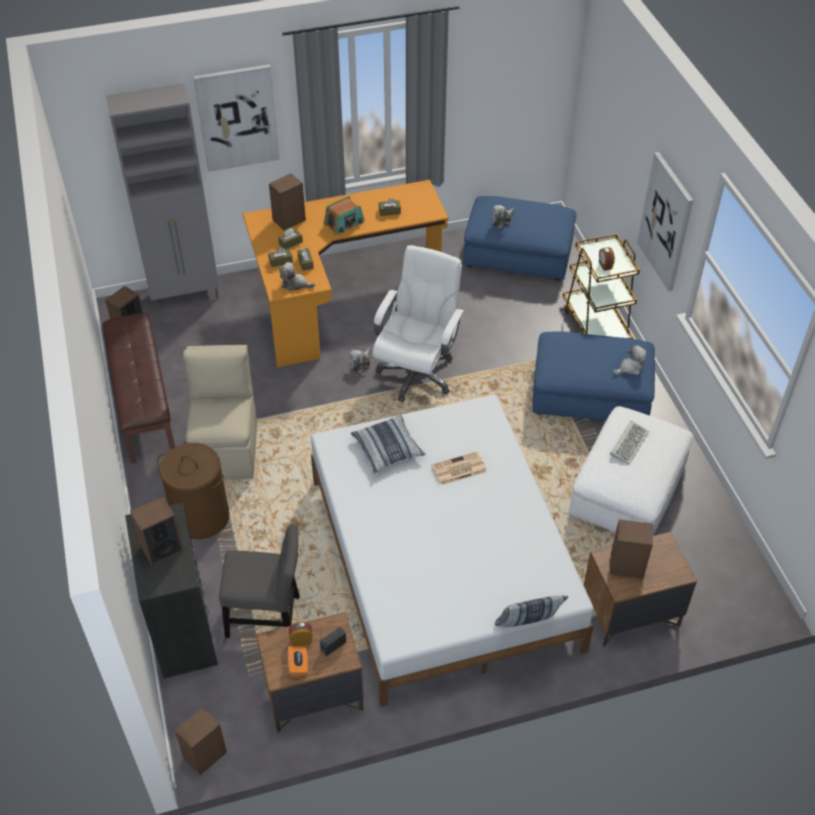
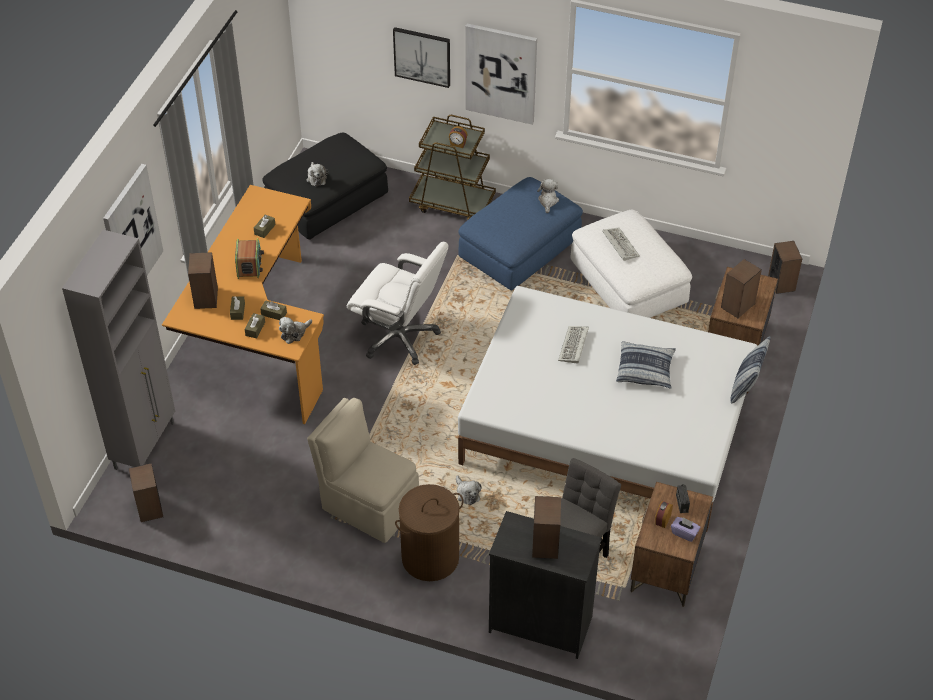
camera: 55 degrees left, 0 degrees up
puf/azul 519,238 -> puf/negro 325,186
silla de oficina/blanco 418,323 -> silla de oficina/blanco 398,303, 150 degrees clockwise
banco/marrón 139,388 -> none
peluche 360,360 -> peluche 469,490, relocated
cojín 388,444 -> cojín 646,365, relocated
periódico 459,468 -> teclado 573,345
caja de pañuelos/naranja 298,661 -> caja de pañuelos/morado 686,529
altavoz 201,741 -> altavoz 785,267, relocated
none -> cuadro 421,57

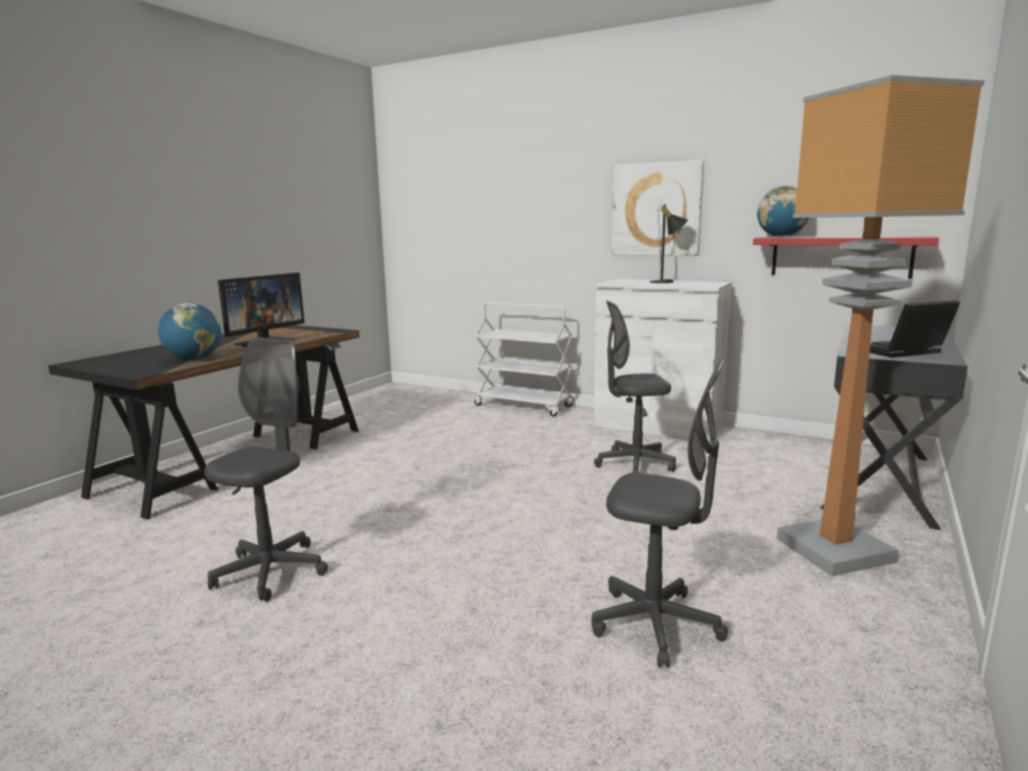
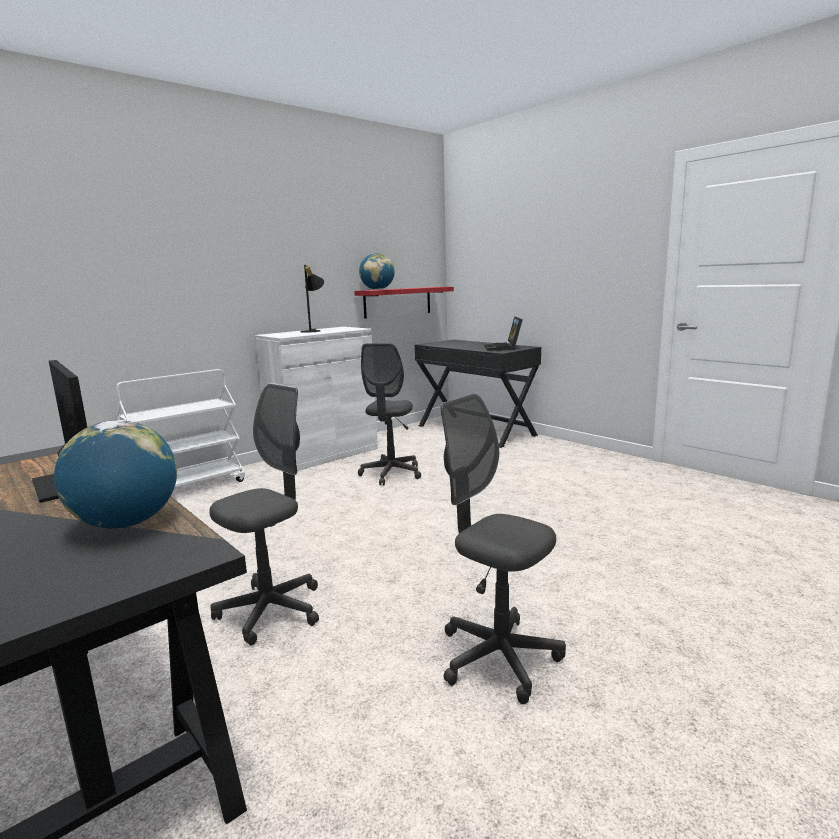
camera: 70 degrees left, 0 degrees up
lámpara de pie 880,325 -> none
cuadro 658,208 -> none
silla de oficina/gris 660,513 -> silla de oficina/gris 264,514, relocated

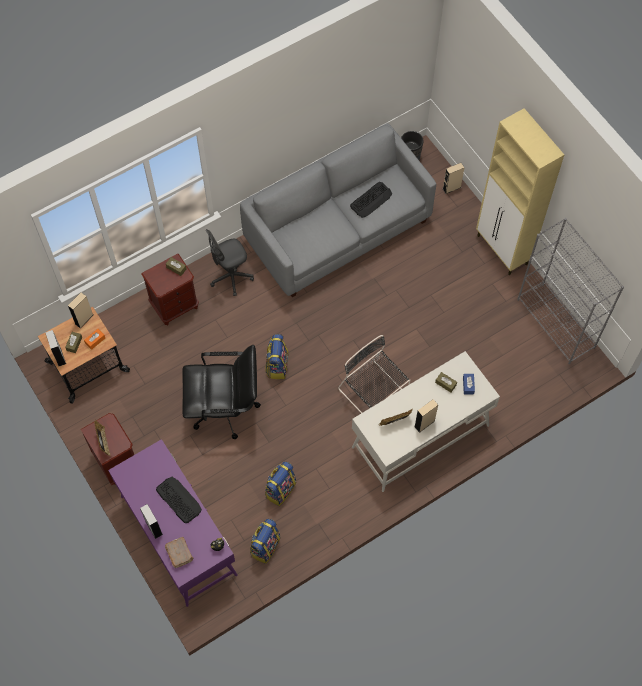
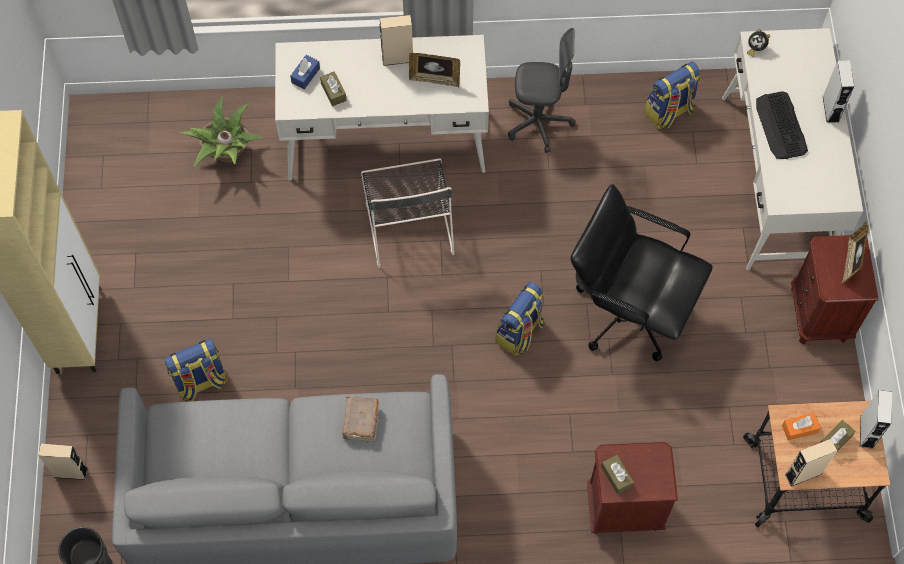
camera: 150 degrees left, 0 degrees up
teclado 371,200 -> none
estantería/gris 570,291 -> none
silla de oficina/gris 230,262 -> silla de oficina/gris 541,90, relocated
escritorio/morado 173,523 -> escritorio/blanco 792,149
mochila 280,484 -> mochila 195,369, relocated
libro/marrón 179,552 -> libro/marrón 360,419, relocated
none -> planta en maceta 221,131

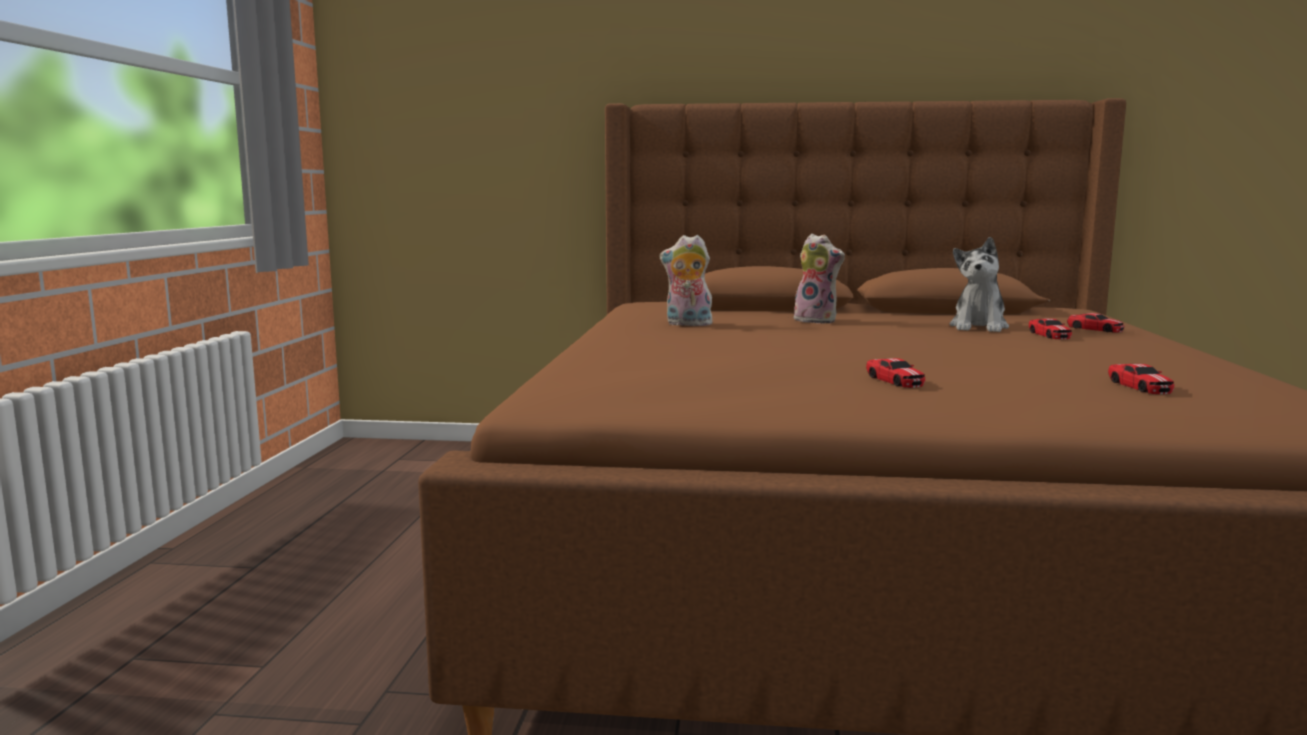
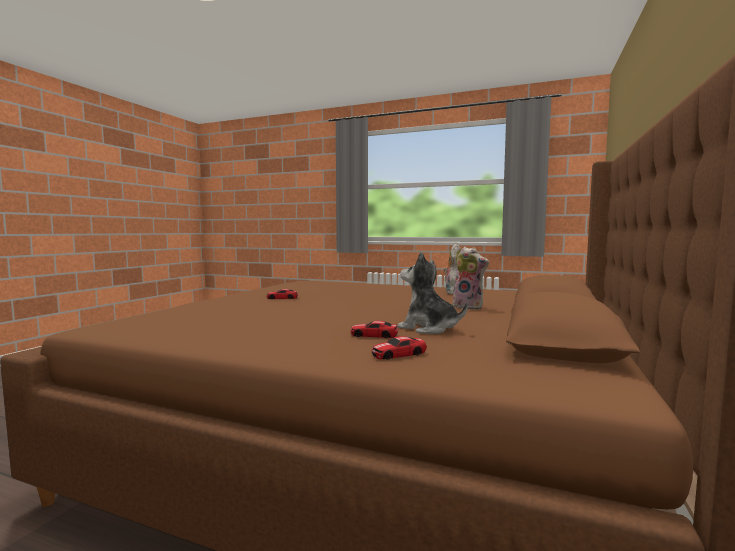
camera: 105 degrees right, 5 degrees down
peluche 817,279 -> peluche 470,278, 105 degrees counterclockwise
coche de juguete 1141,379 -> none

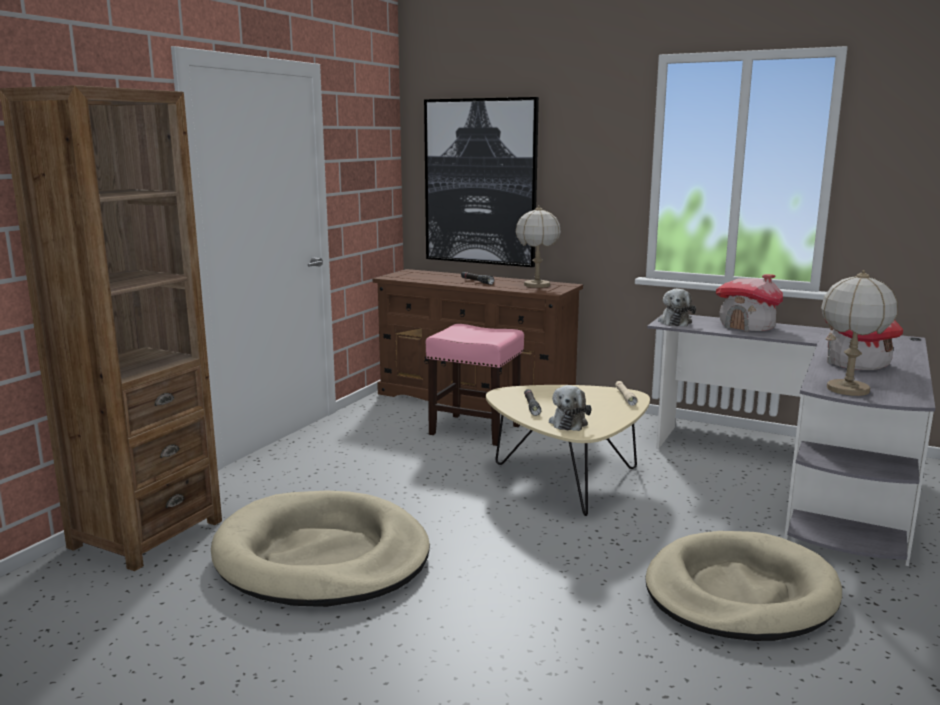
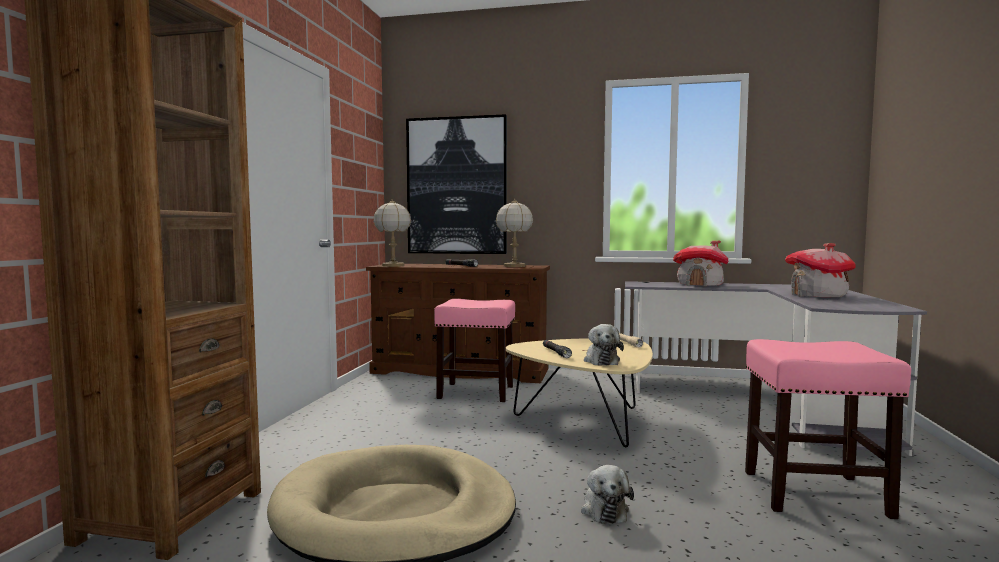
camera: 15 degrees left, 10 degrees down
lámpara de mesa 859,333 -> lámpara de mesa 392,233, relocated
peluche 677,308 -> peluche 607,494, relocated
cama para perro/beis 743,586 -> taburete/rosa 828,429

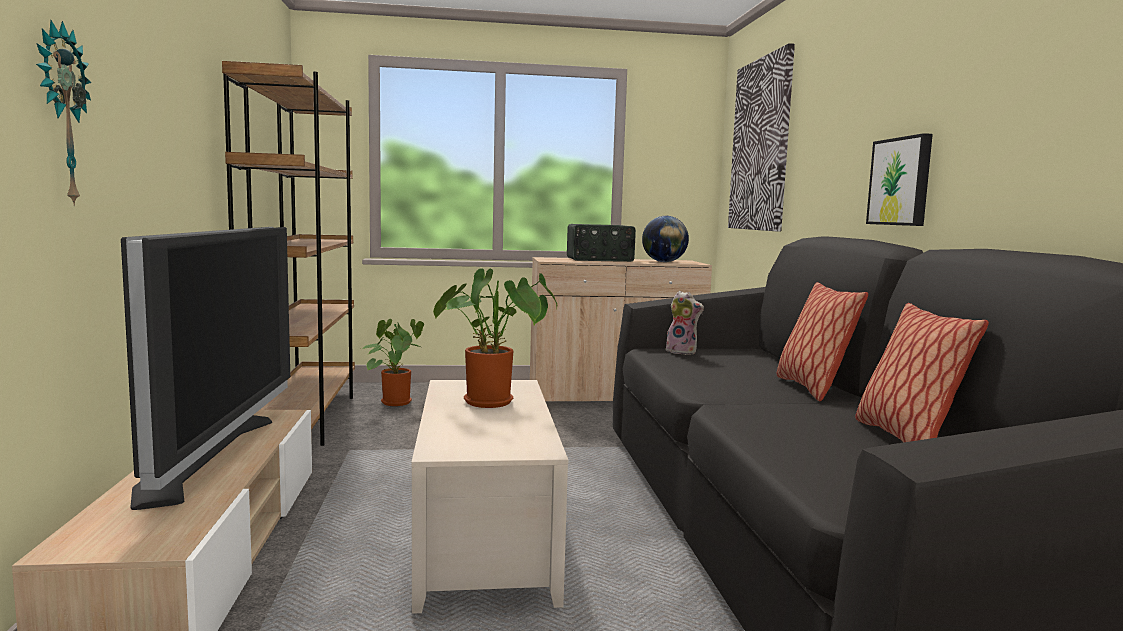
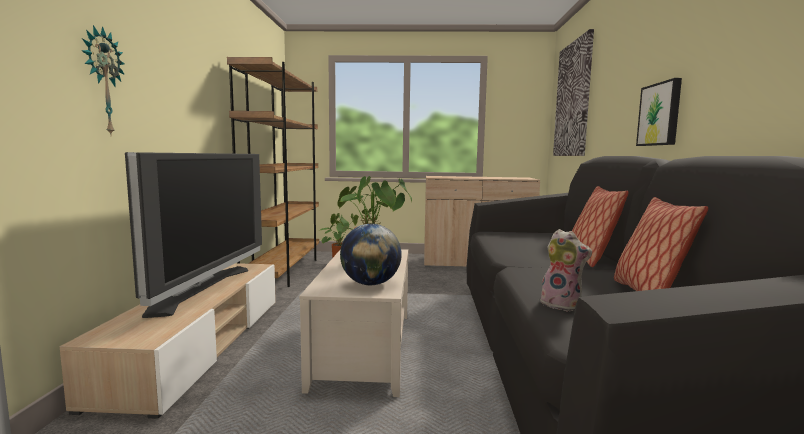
camera: 10 degrees right, 0 degrees up
globo terráqueo 665,239 -> globo terráqueo 371,254, relocated
radio 601,243 -> none
peluche 684,323 -> peluche 564,270, relocated

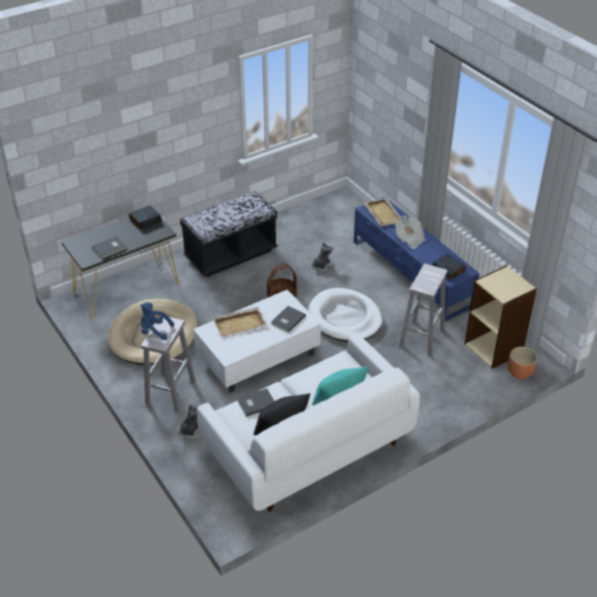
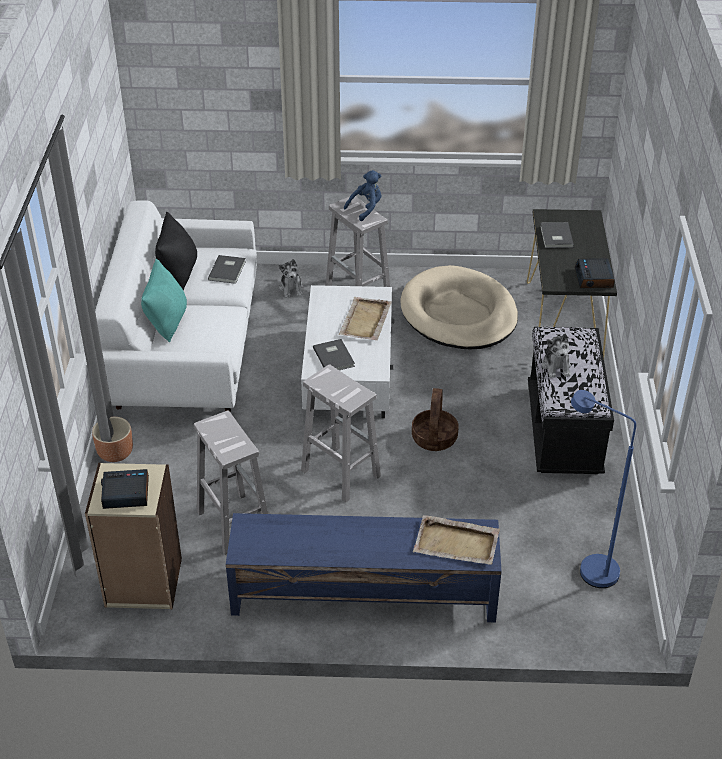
camera: 125 degrees right, 0 degrees up
periódico 410,232 -> none
peluche 322,257 -> peluche 556,356, relocated
despertador 449,267 -> despertador 125,489, relocated
cama para perro/blanco 345,315 -> taburete/blanco 341,433
maceta/marrón 522,363 -> maceta/marrón 112,439, relocated
none -> lámpara de pie/azul 603,489

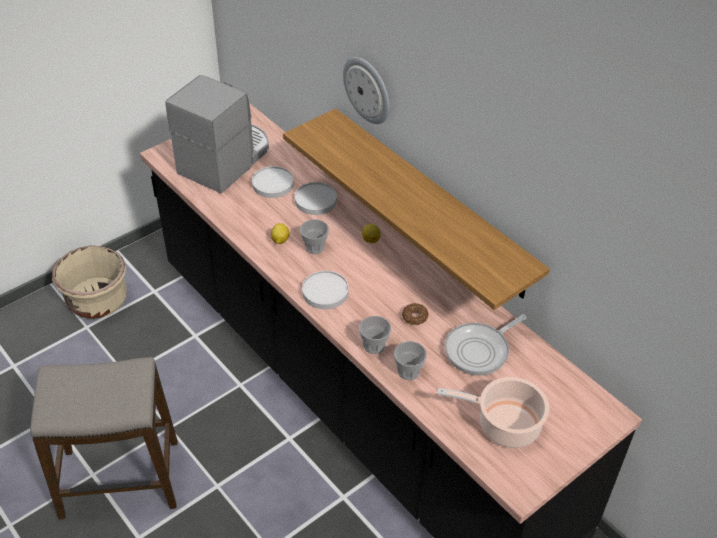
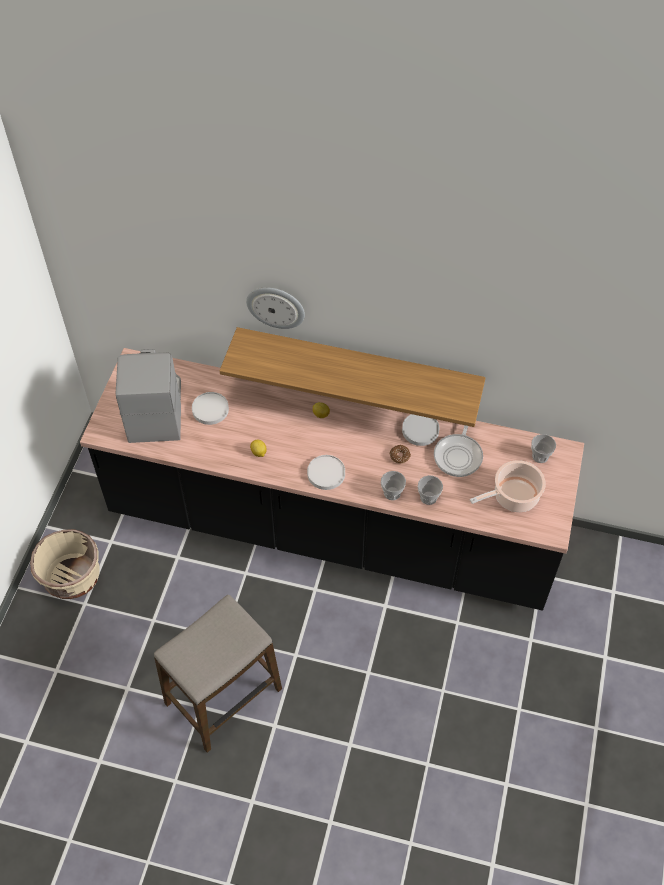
camera: 35 degrees left, 10 degrees up
plato/blanco 316,198 -> plato/blanco 420,430, relocated
taza 314,236 -> taza 543,448, relocated

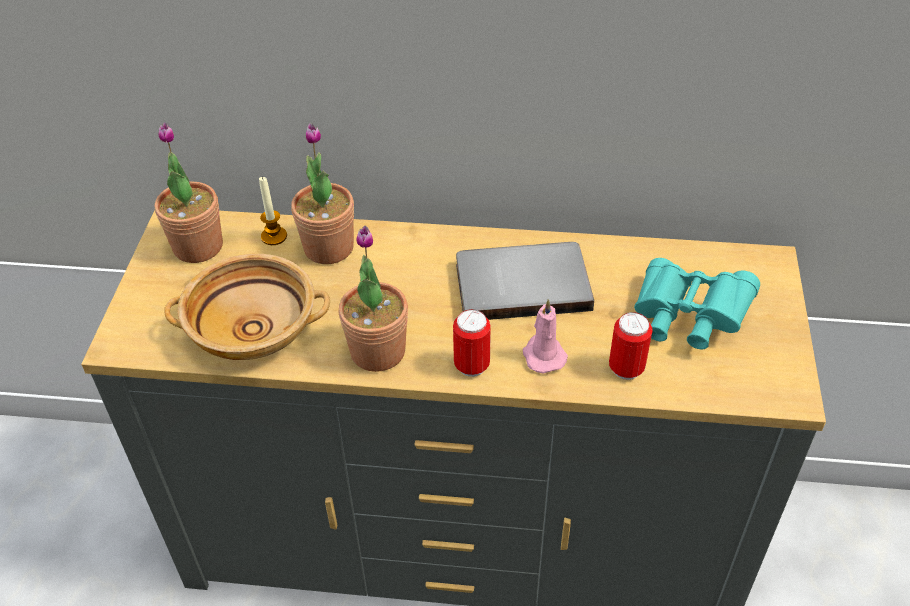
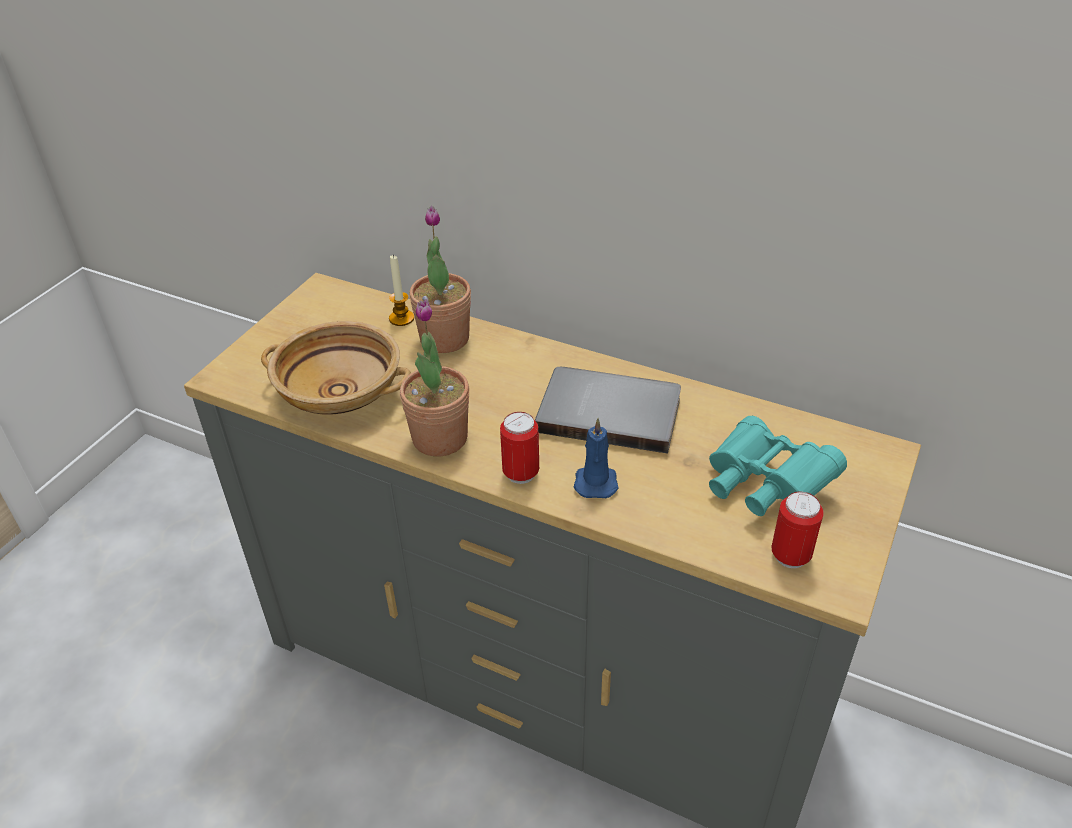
camera: 20 degrees right, 5 degrees down
planta en maceta 188,192 -> none
vela/rosa 545,336 -> vela/azul 596,458
lata 630,346 -> lata 797,529, relocated

